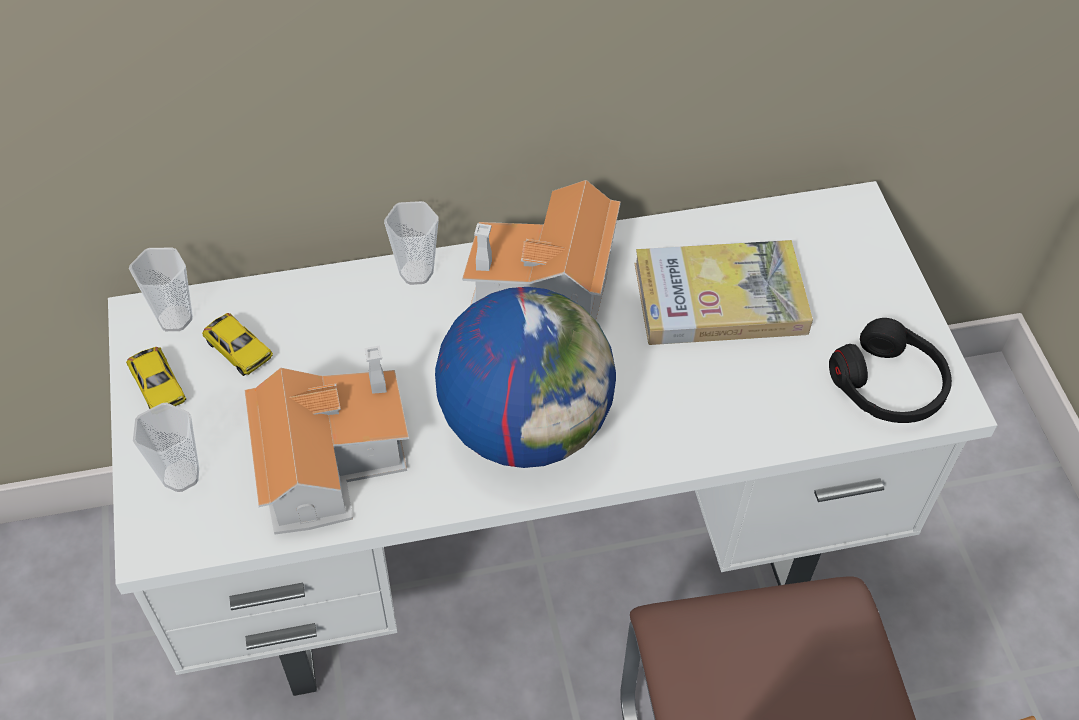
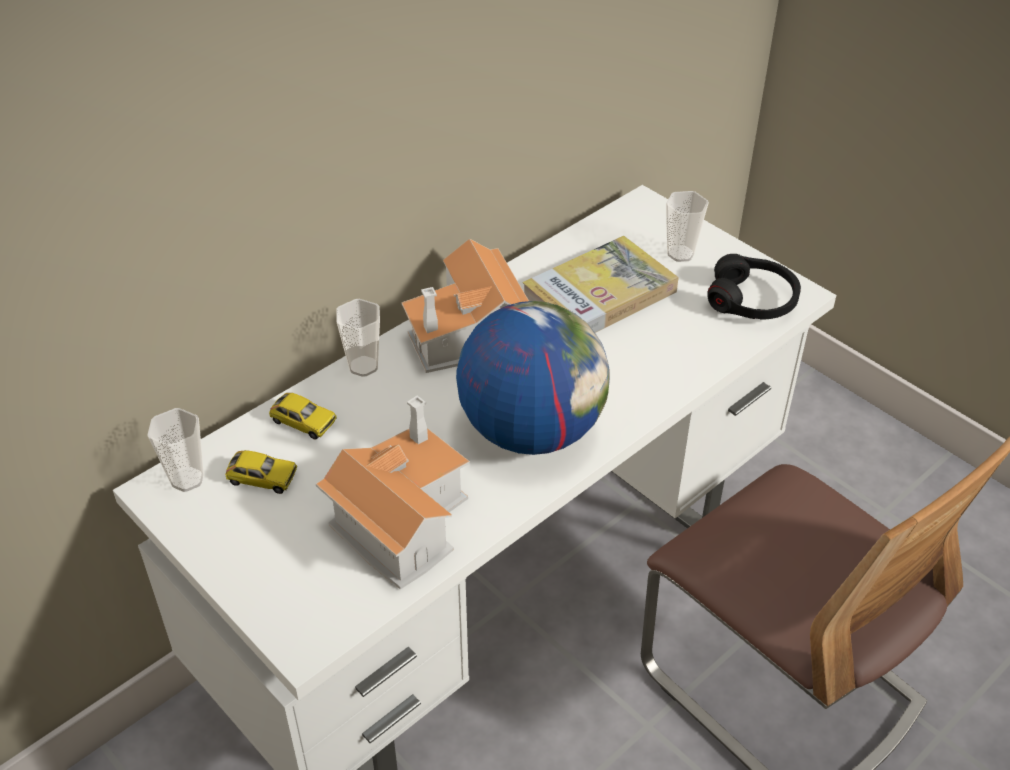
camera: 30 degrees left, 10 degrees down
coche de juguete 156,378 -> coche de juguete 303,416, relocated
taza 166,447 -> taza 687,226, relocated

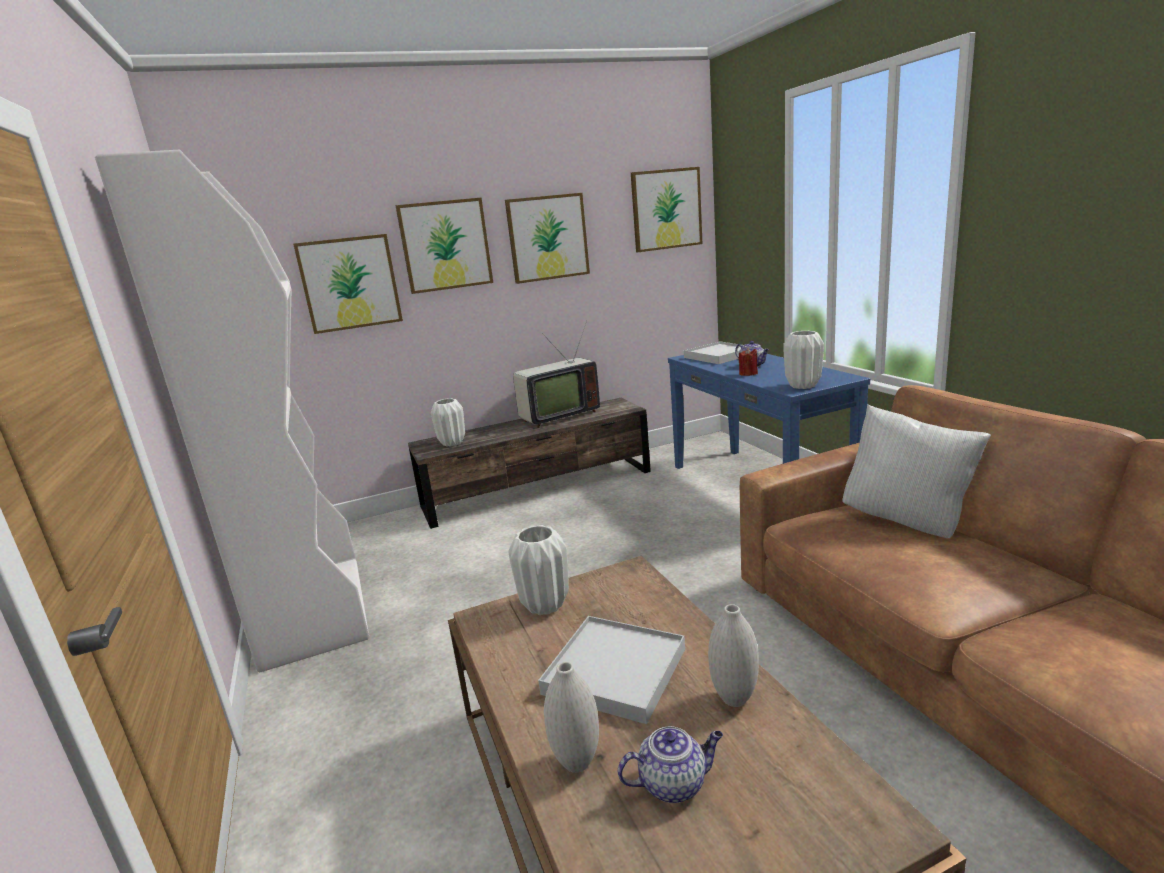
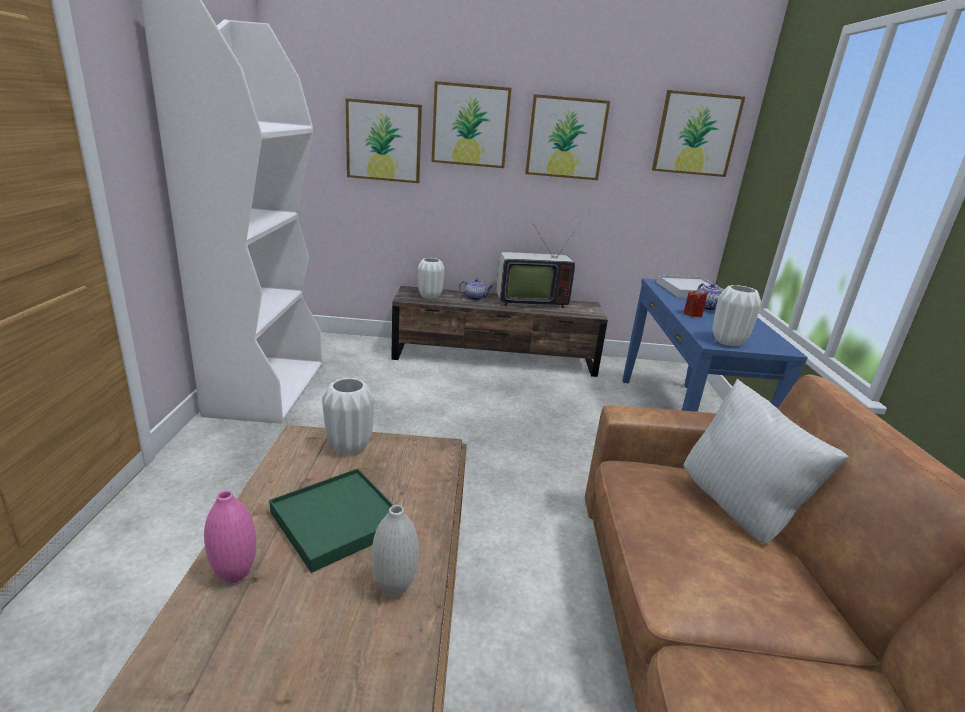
camera: 20 degrees right, 5 degrees up
bandeja/blanco 611,670 -> bandeja/verde 331,520
florero/blanco 571,717 -> florero/rosa 230,536
tetera 670,764 -> tetera 476,289, relocated

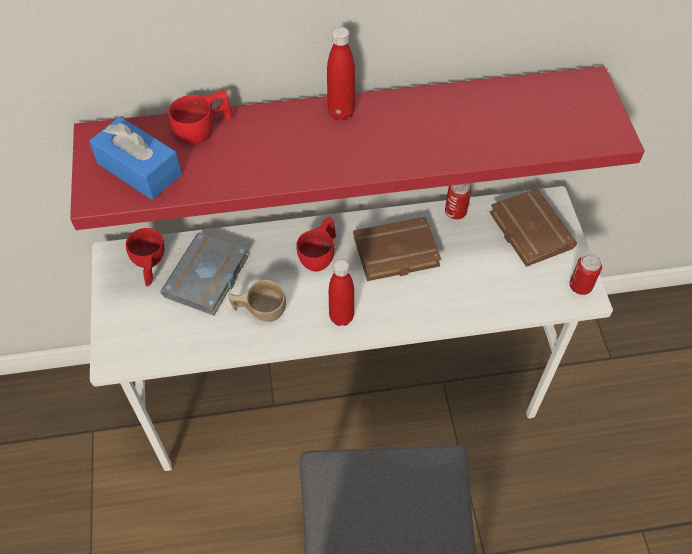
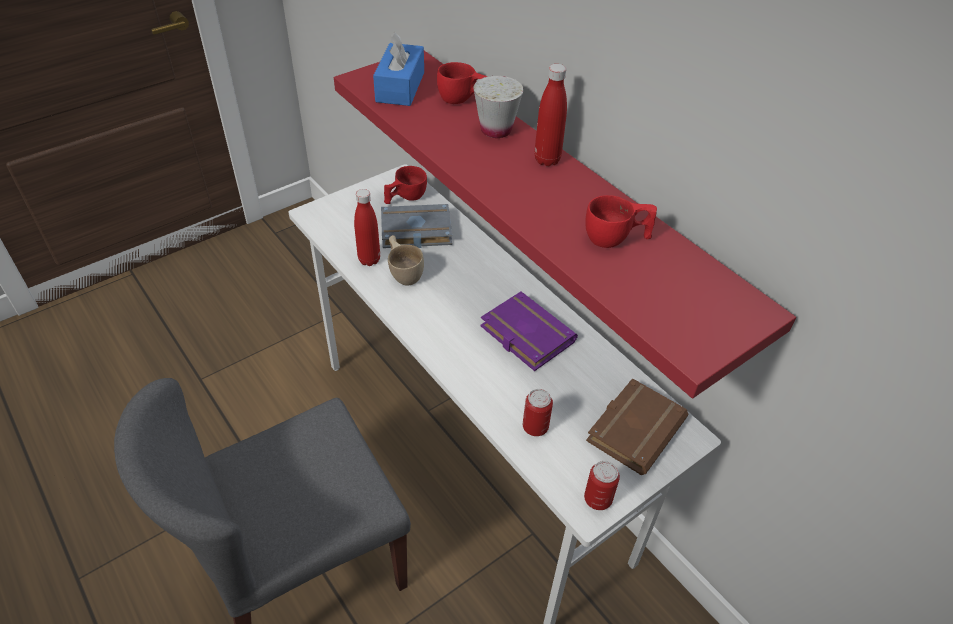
camera: 60 degrees right, 10 degrees down
lata 458,201 -> lata 538,412, relocated
taza/rojo 316,244 -> taza/rojo 621,221, relocated
libro/marrón 397,249 -> libro/morado 529,331
botella/rojo 341,292 -> botella/rojo 367,227, relocated
none -> taza/blanco 498,107

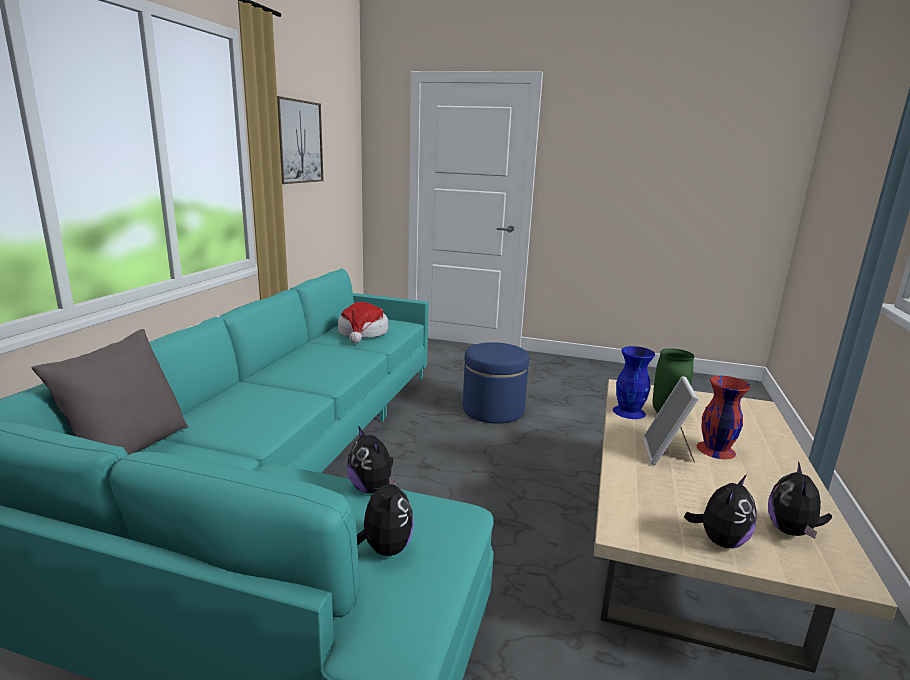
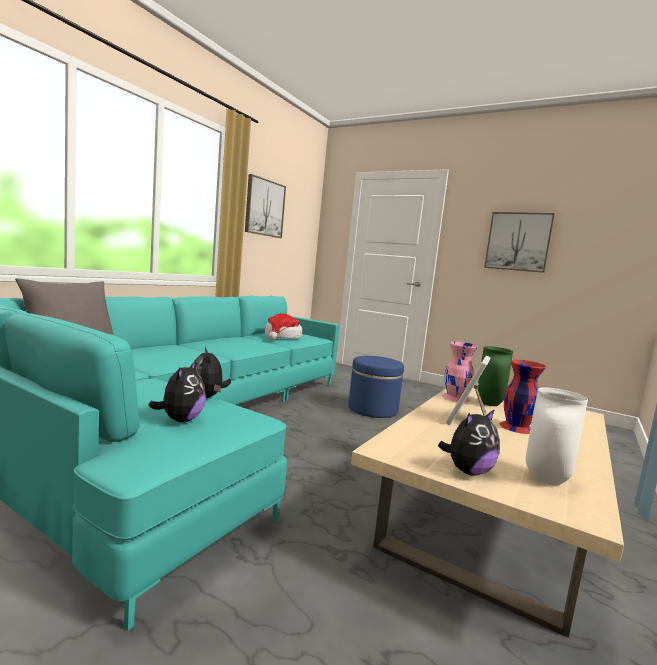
camera: 15 degrees right, 10 degrees down
florero/azul 634,382 -> florero/rosa 460,372
peluche 800,500 -> florero/blanco 557,436
none -> cuadro 519,242

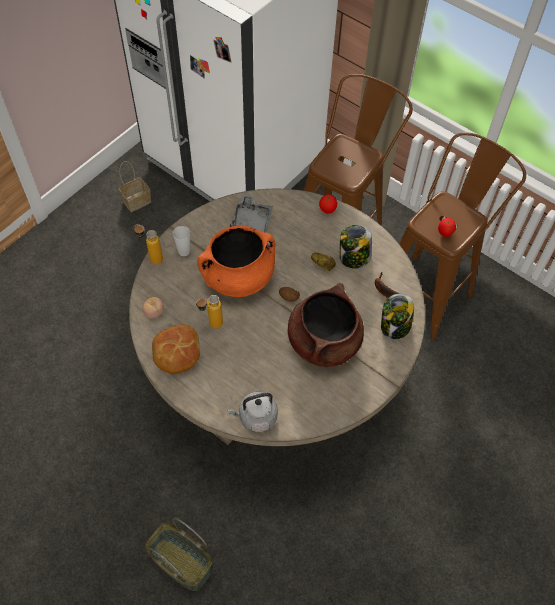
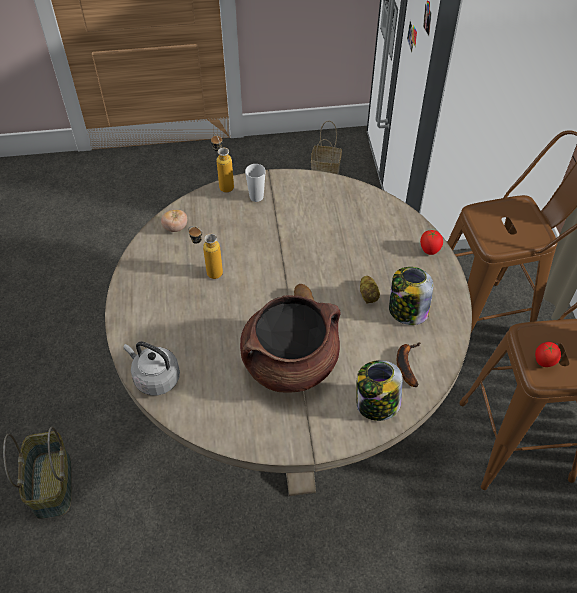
camera: 45 degrees right, 5 degrees down
bandeja/gris 251,213 -> none
olla/naranja 236,261 -> none
pan 176,348 -> none

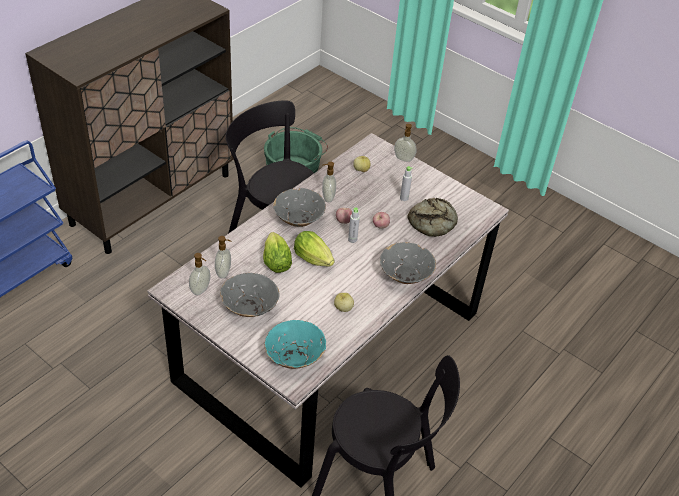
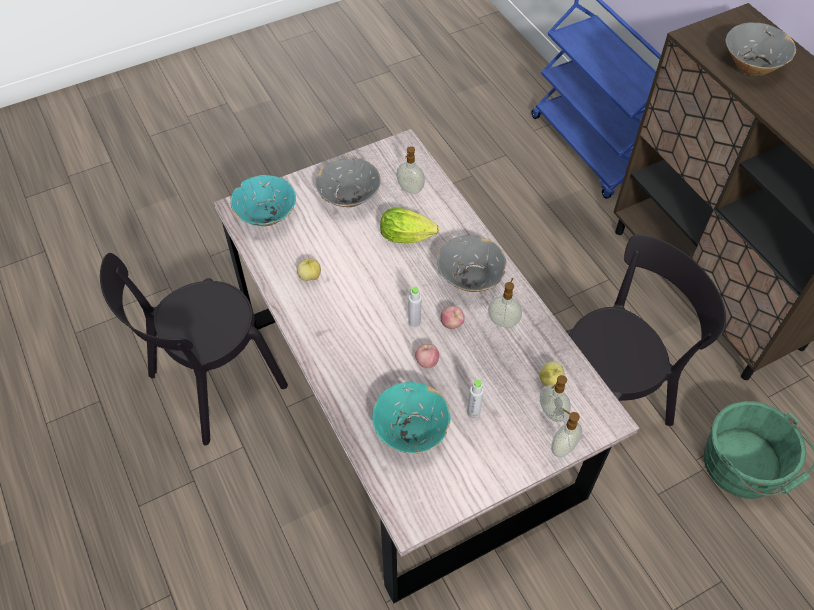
camera: 115 degrees right, 10 degrees up
pan 432,217 -> cuenco/turquesa 411,418
lechuga 314,248 -> none
cuenco/gris 408,263 -> cuenco/gris 760,49, relocated
dispensador de jabón 199,274 -> dispensador de jabón 555,398, relocated

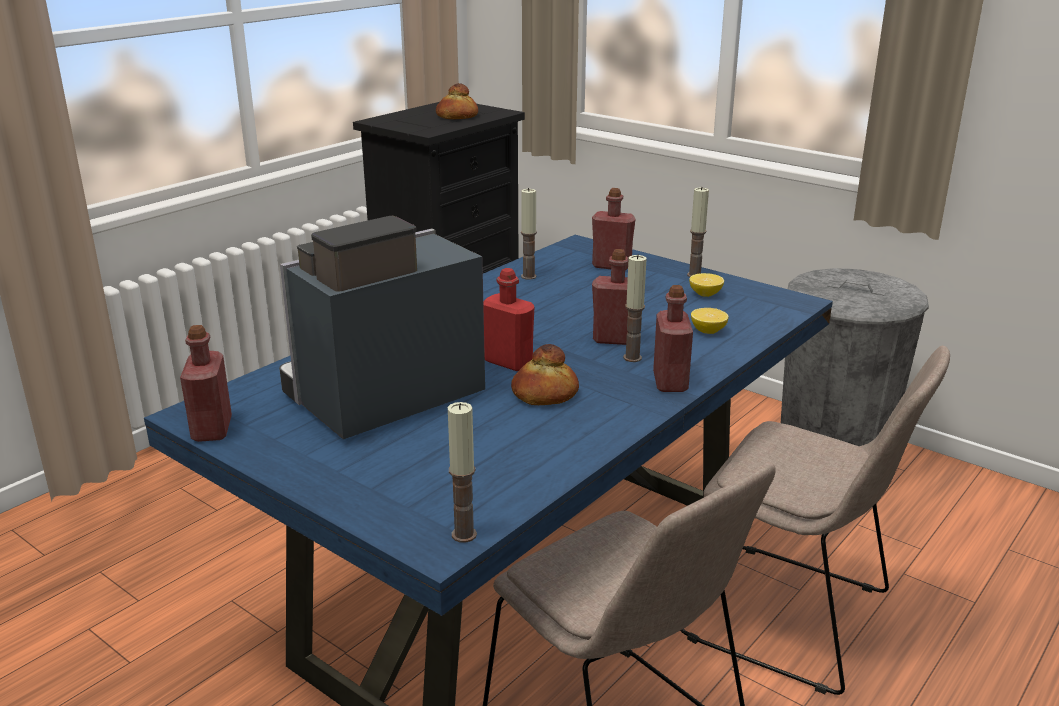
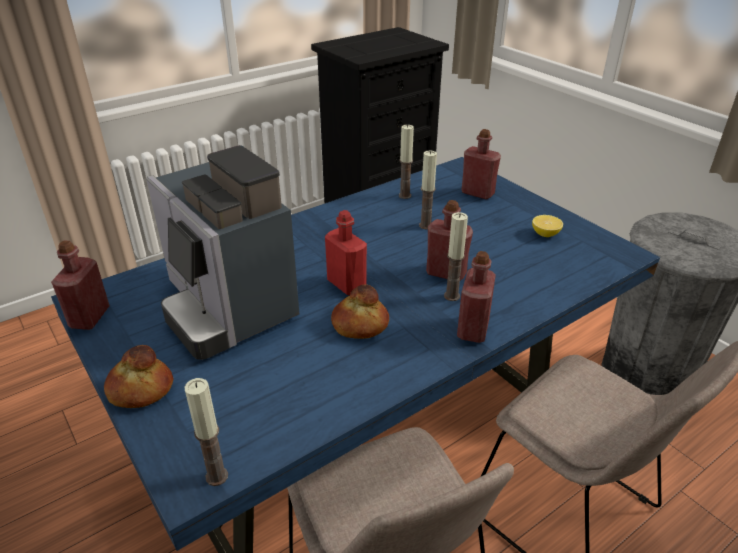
camera: 15 degrees right, 10 degrees up
pan 457,101 -> pan 138,376, relocated
vela 698,232 -> vela 428,190, relocated
cafetera 382,327 -> cafetera 222,252, 105 degrees counterclockwise
limón 709,321 -> none

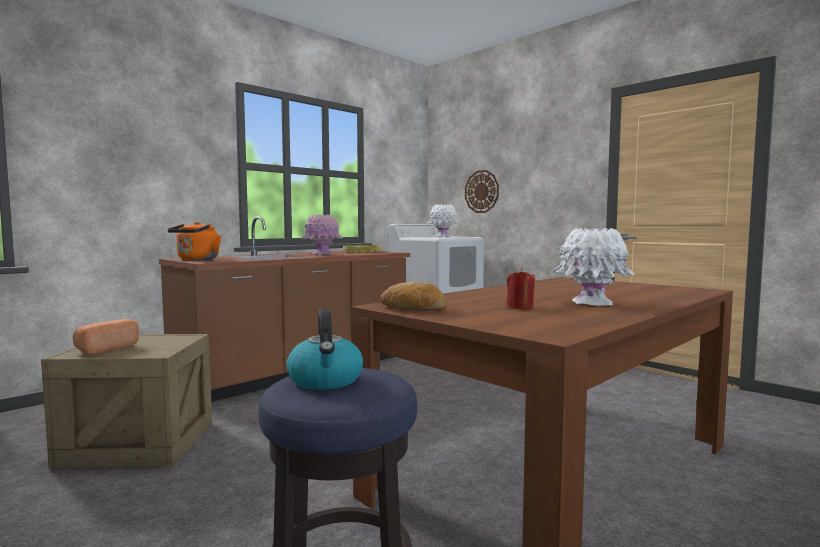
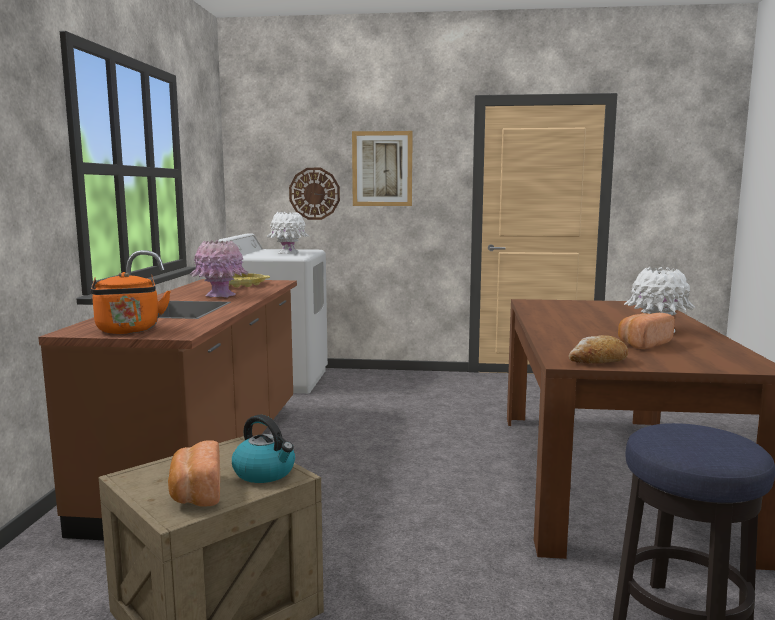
camera: 40 degrees left, 5 degrees up
vela/rojo 521,288 -> pan 646,331
hervidor 324,349 -> hervidor 263,449, relocated
none -> cuadro 382,168

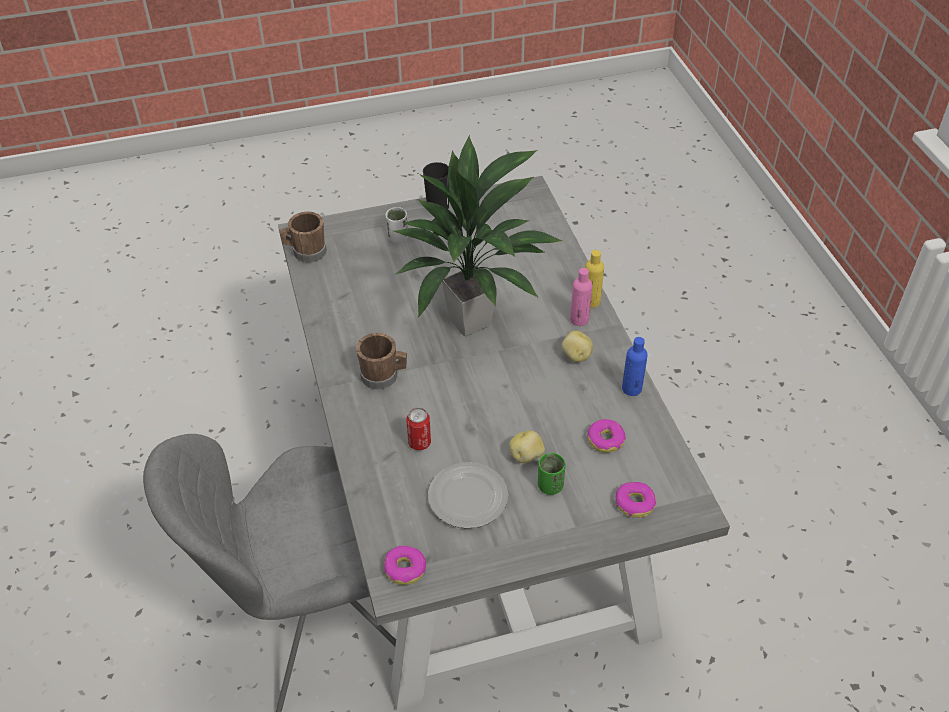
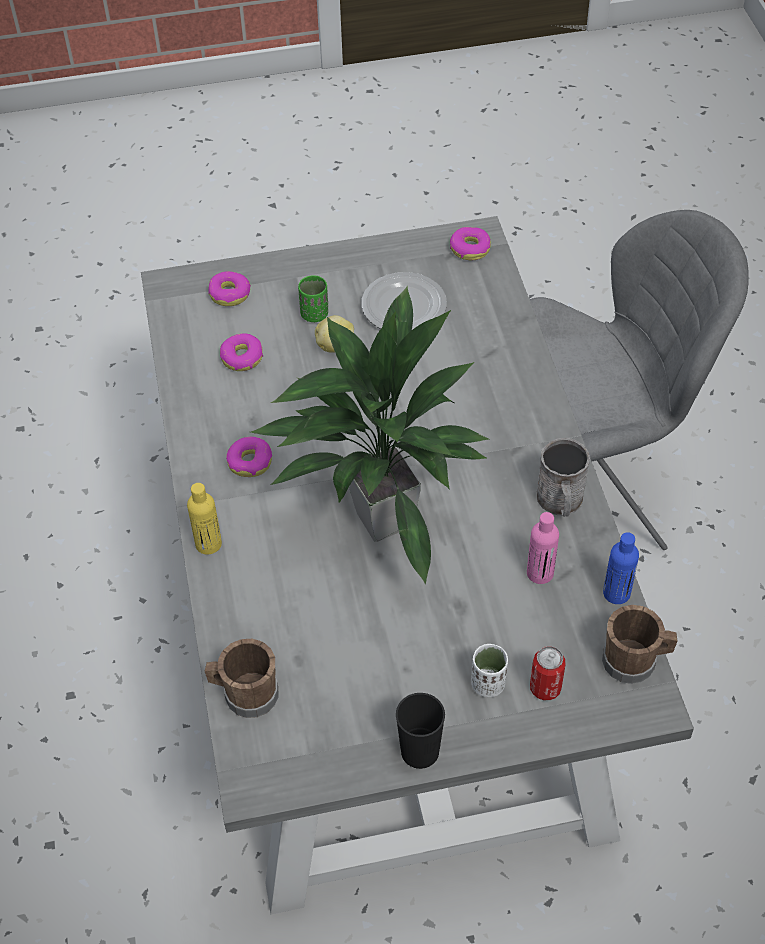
camera: 175 degrees left, 5 degrees up
botella/rosa 581,297 -> botella/rosa 543,548, relocated
patata 577,346 -> rosquilla 249,457
taza grande/marrón 381,361 -> taza grande/marrón 241,678, relocated
botella/azul 635,366 -> botella/azul 621,568, relocated
lata 418,428 -> lata 548,673, relocated
none -> taza grande/gris 563,477

